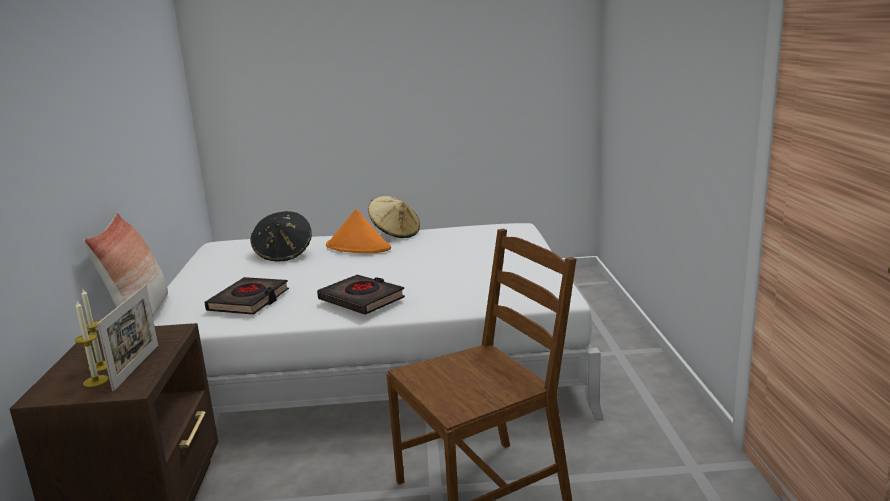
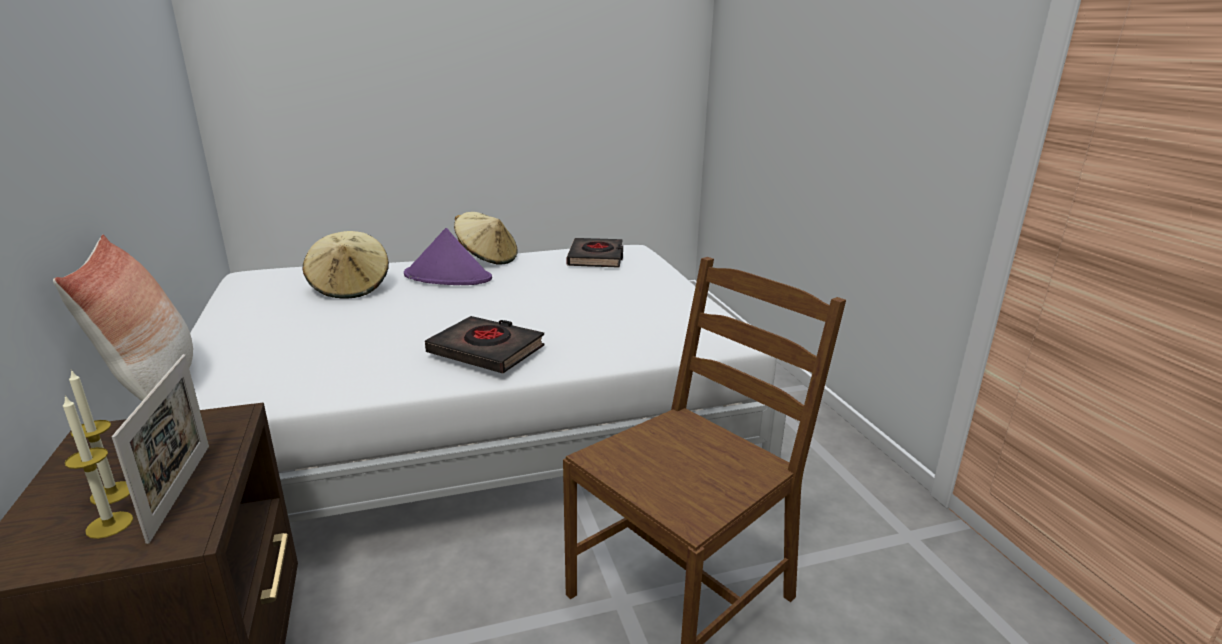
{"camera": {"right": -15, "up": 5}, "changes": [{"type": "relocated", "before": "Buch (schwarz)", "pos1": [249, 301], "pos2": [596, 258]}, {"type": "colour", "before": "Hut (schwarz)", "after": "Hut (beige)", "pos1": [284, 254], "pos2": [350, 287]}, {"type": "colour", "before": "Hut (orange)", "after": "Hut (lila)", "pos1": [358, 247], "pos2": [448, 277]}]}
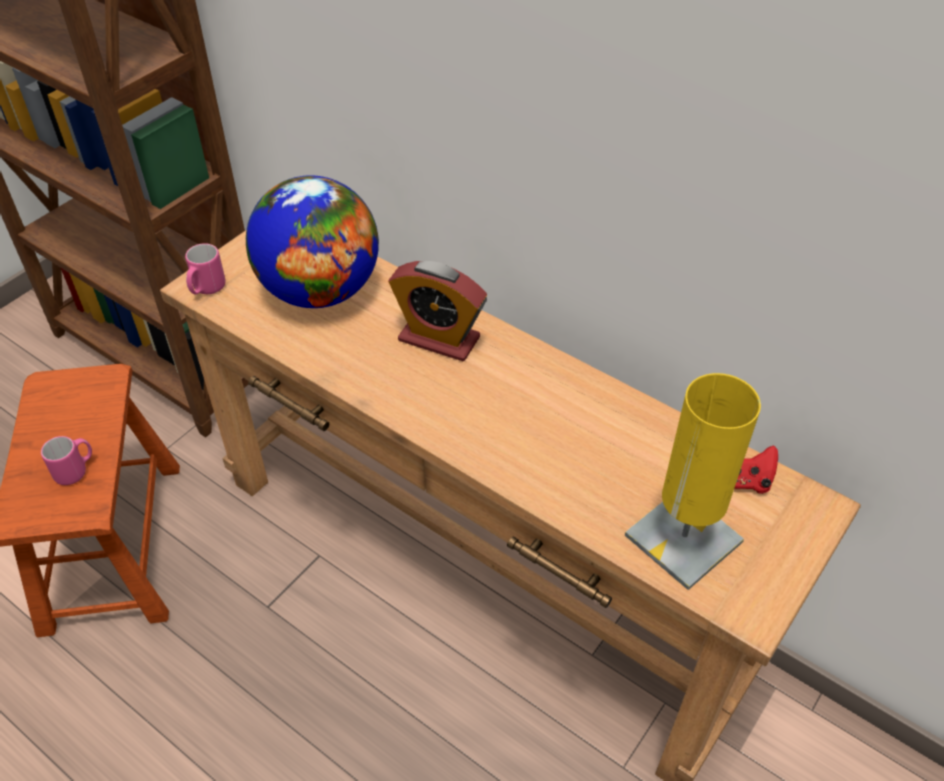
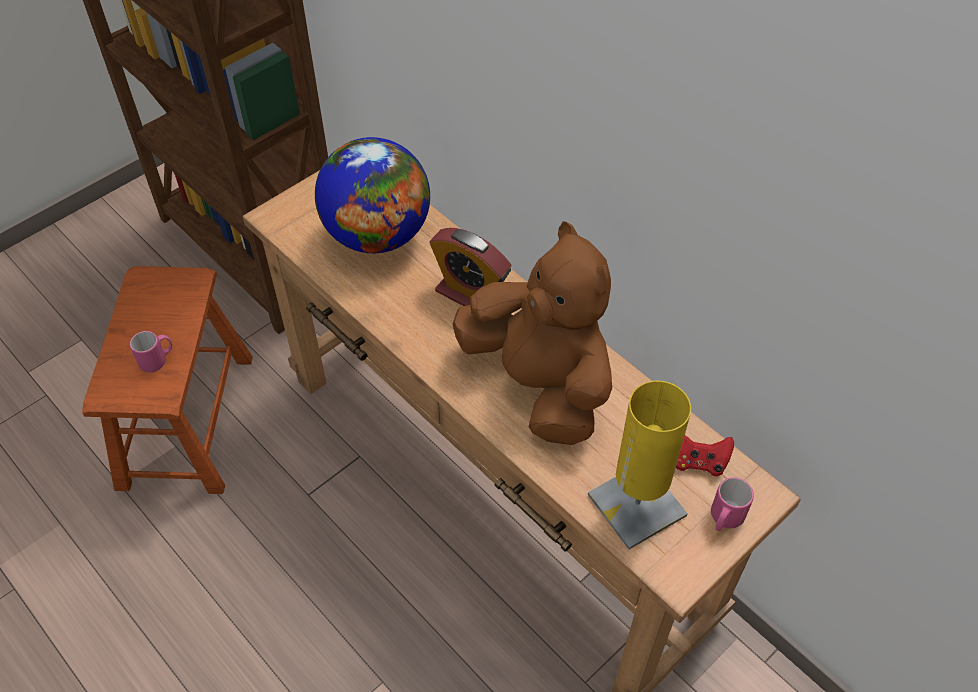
{"camera": {"right": 10, "up": 5}, "changes": [{"type": "appeared", "after": "Plüschtier (braun)", "pos2": [540, 384]}, {"type": "relocated", "before": "Henkelbecher (rosa)", "pos1": [206, 289], "pos2": [724, 519]}]}
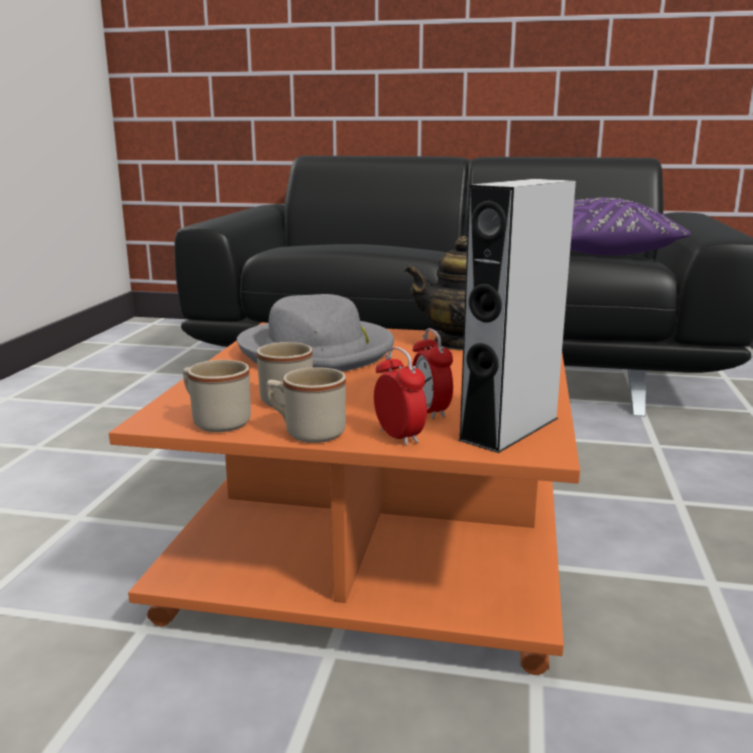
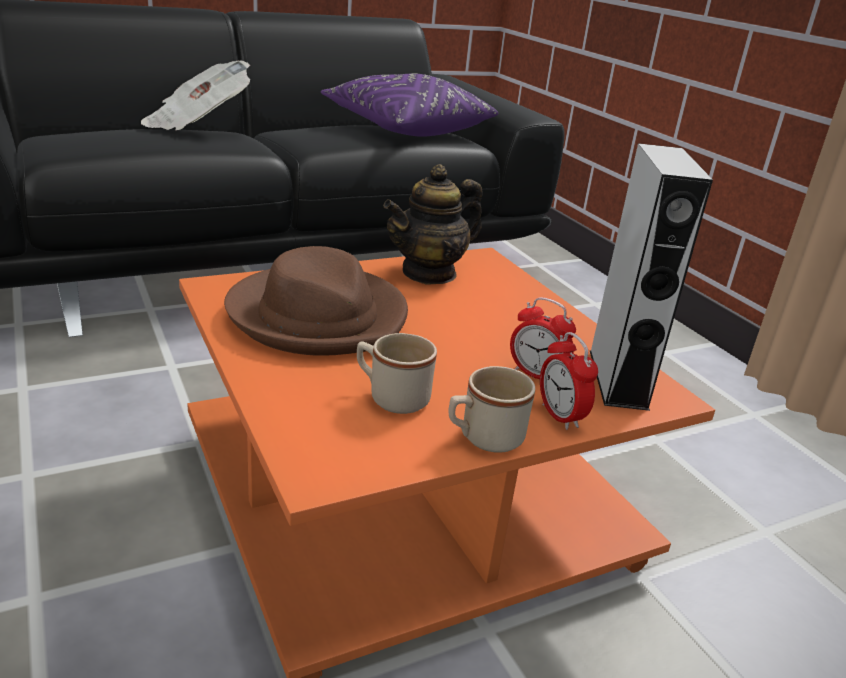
{"camera": {"right": -40, "up": 10}, "changes": [{"type": "missing", "before": "Henkelbecher (beige)", "pos1": [215, 421]}, {"type": "appeared", "after": "Zeitung", "pos2": [197, 125]}, {"type": "colour", "before": "Hut (grau)", "after": "Hut (braun)", "pos1": [318, 352], "pos2": [319, 316]}, {"type": "spun", "before": "Wecker", "pos1": [399, 436], "pos2": [560, 416], "turn": -135}]}
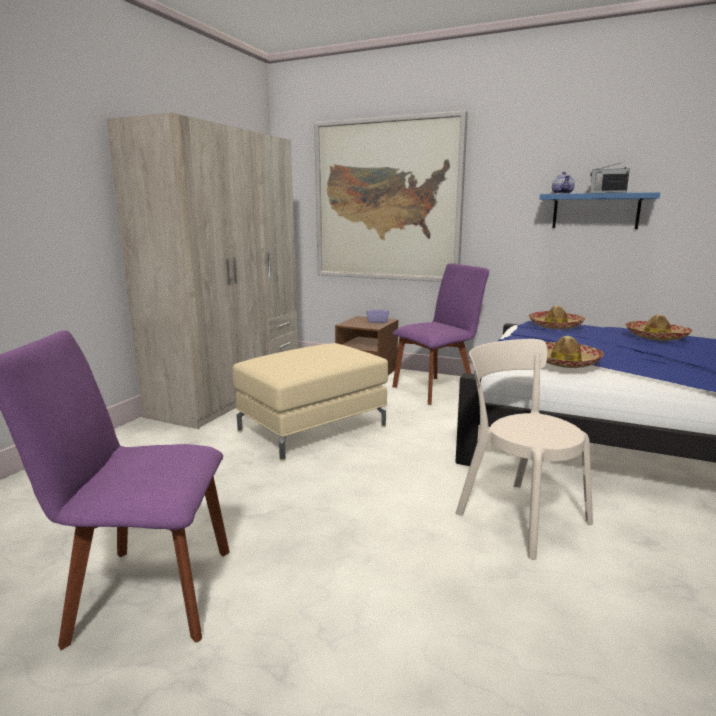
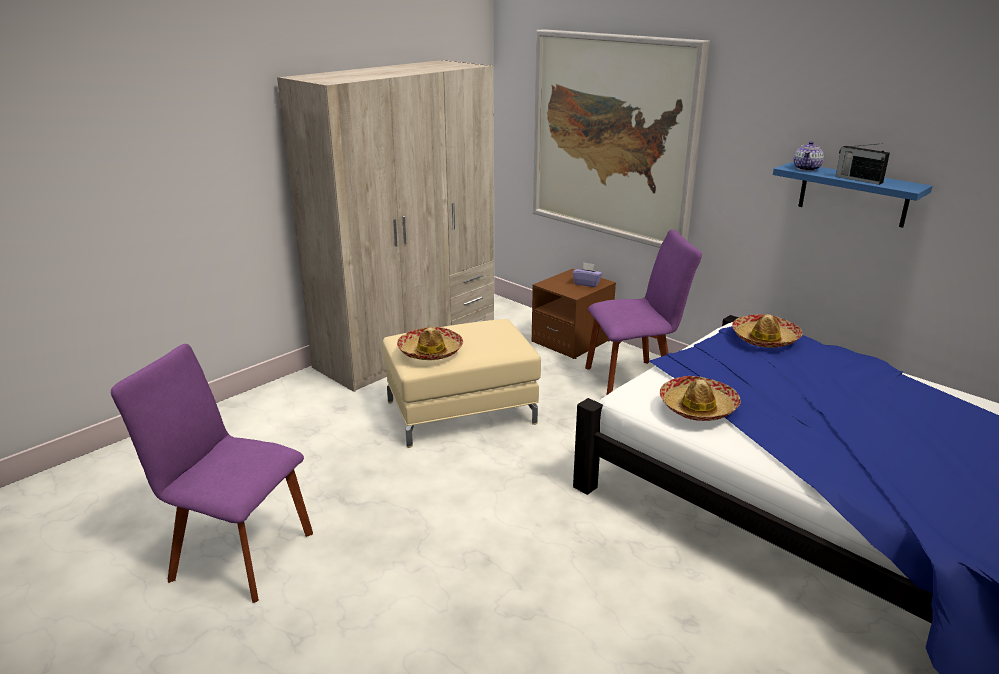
{"camera": {"right": 20, "up": 10}, "changes": [{"type": "missing", "before": "Stuhl (beige)", "pos1": [517, 515]}, {"type": "relocated", "before": "Hut", "pos1": [656, 337], "pos2": [430, 351]}]}
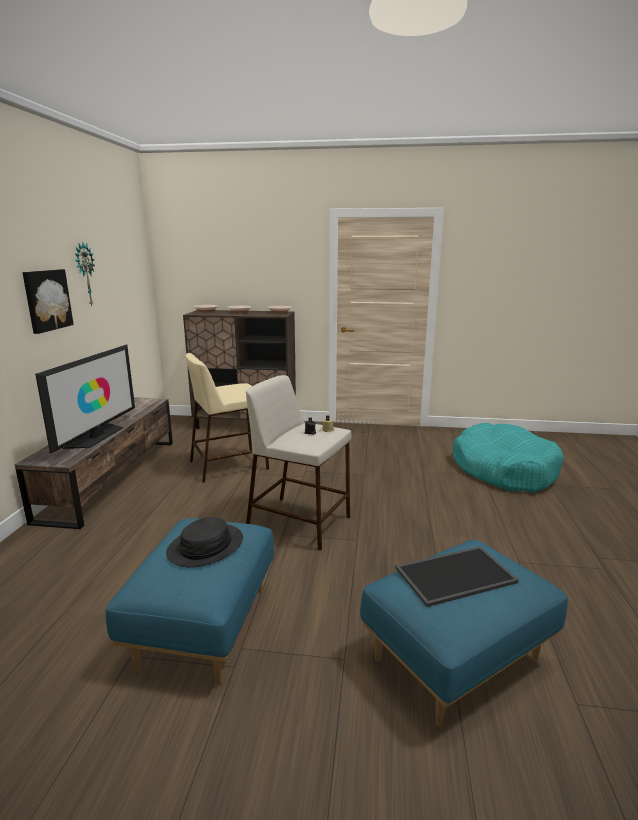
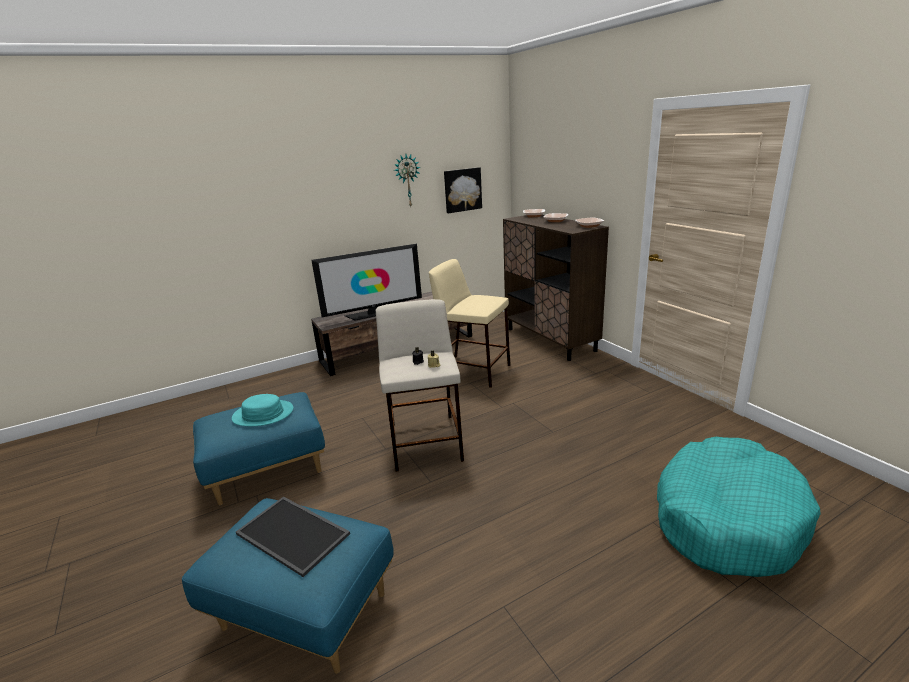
{"camera": {"right": 55, "up": 5}, "changes": [{"type": "relocated", "before": "Bild", "pos1": [46, 300], "pos2": [462, 190]}, {"type": "colour", "before": "Hut (schwarz)", "after": "Hut (türkis)", "pos1": [206, 546], "pos2": [263, 414]}]}
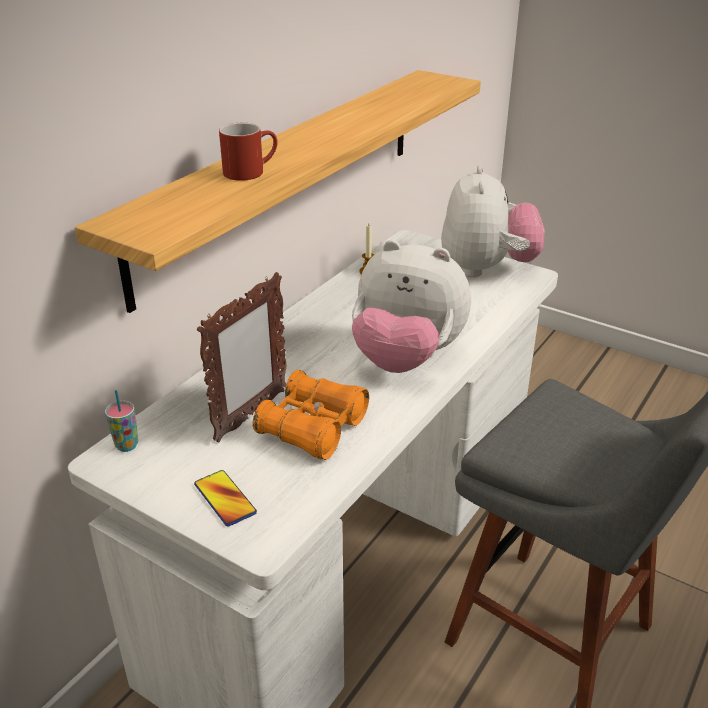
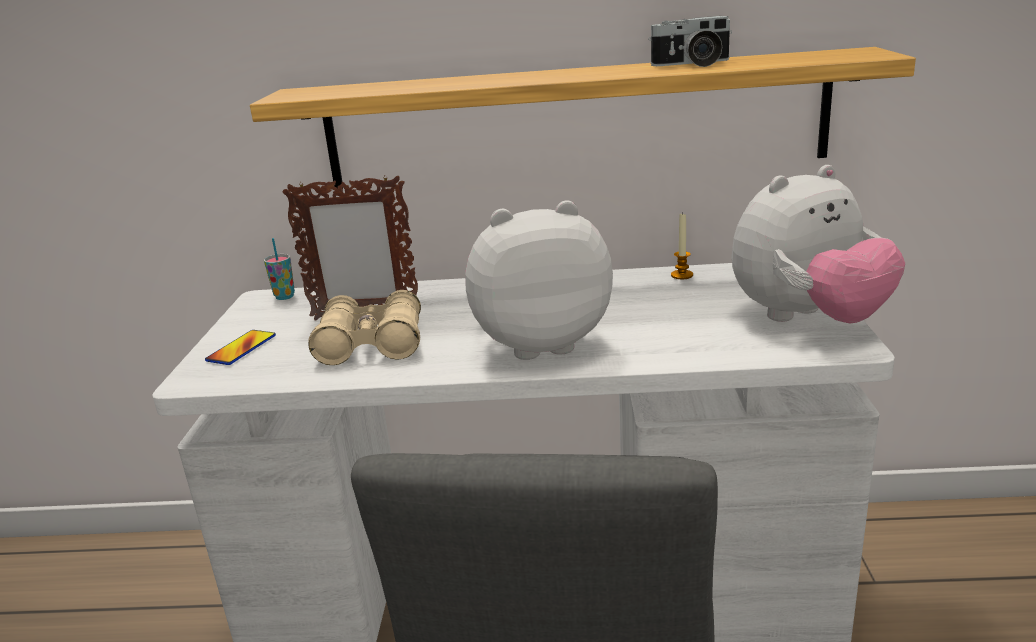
{"camera": {"right": 60, "up": -10}, "changes": [{"type": "missing", "before": "Henkelbecher (rot)", "pos1": [250, 171]}, {"type": "appeared", "after": "Kamera", "pos2": [692, 64]}, {"type": "colour", "before": "Fernglas (orange)", "after": "Fernglas (beige)", "pos1": [313, 427], "pos2": [371, 344]}, {"type": "spun", "before": "Plüschtier", "pos1": [406, 359], "pos2": [539, 343], "turn": 90}]}
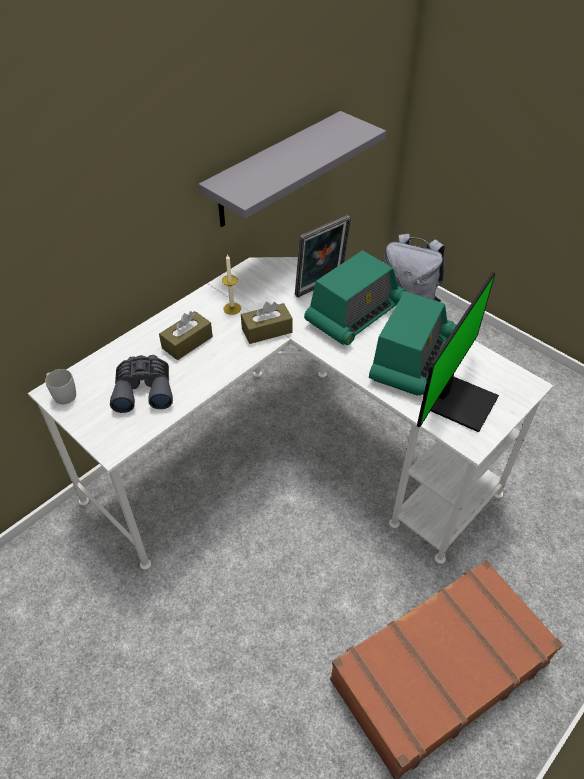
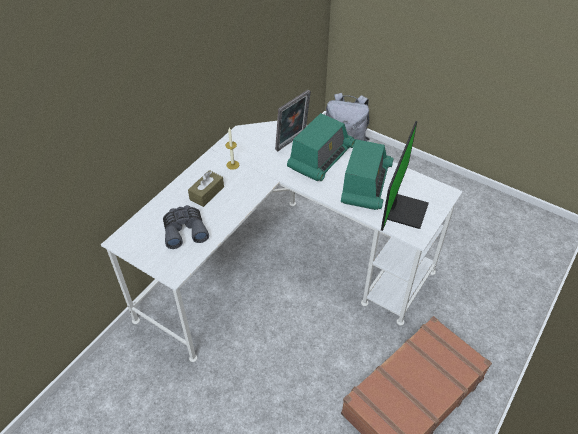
{"camera": {"right": -10, "up": 0}, "changes": [{"type": "missing", "before": "Henkelbecher (weiß)", "pos1": [62, 394]}, {"type": "missing", "before": "Wandregal (grau)", "pos1": [274, 170]}, {"type": "missing", "before": "Taschentuchbox (braun)", "pos1": [267, 330]}]}
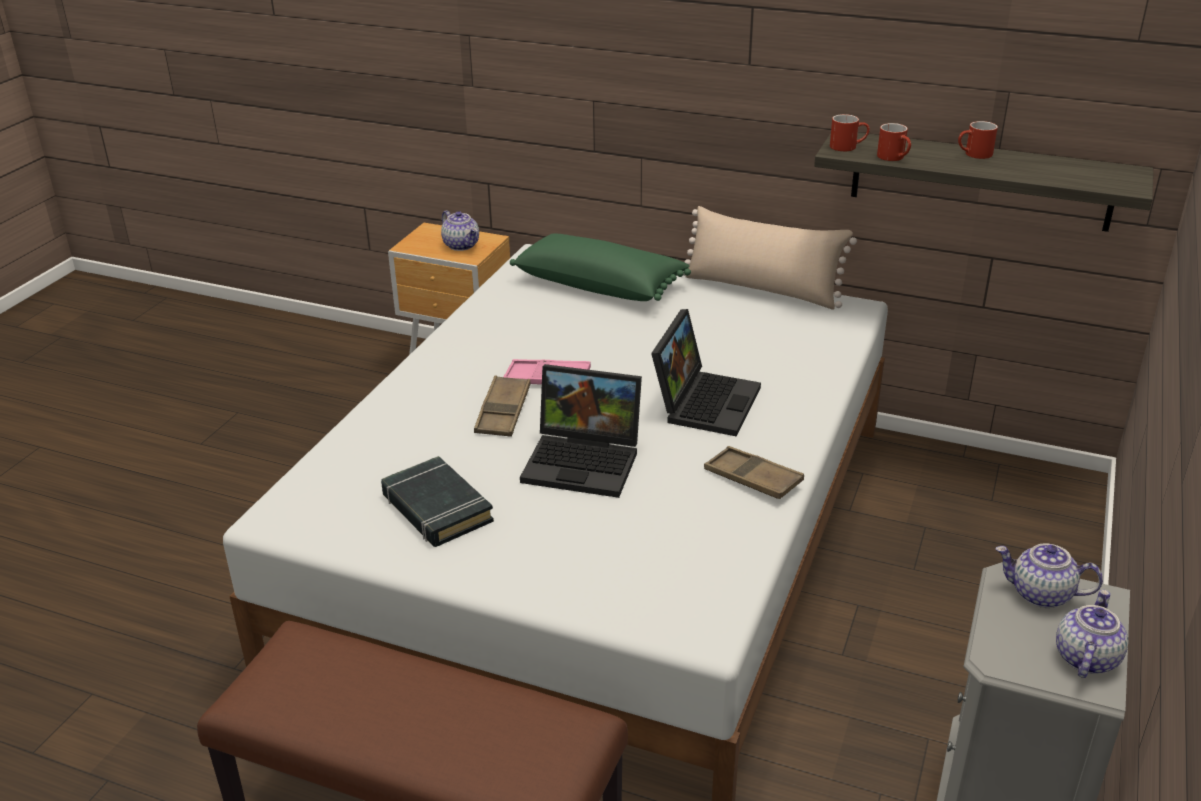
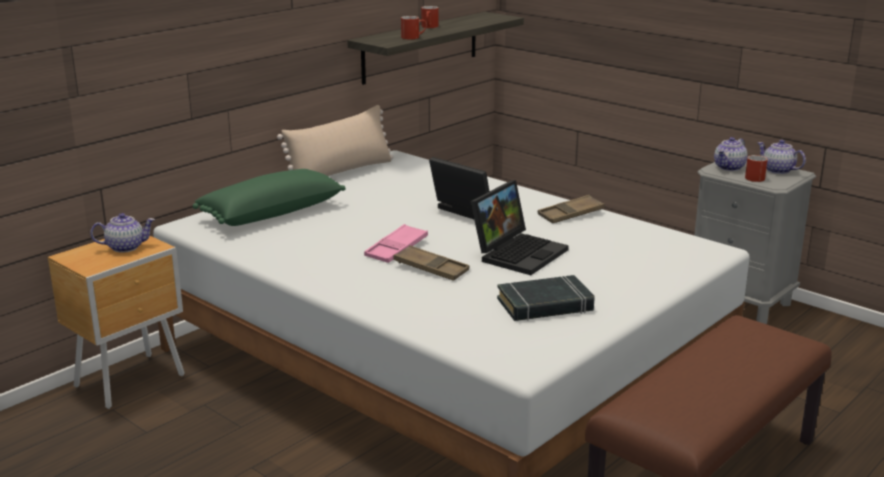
{"camera": {"right": -70, "up": -10}, "changes": [{"type": "relocated", "before": "Henkelbecher (rot)", "pos1": [848, 146], "pos2": [754, 177]}]}
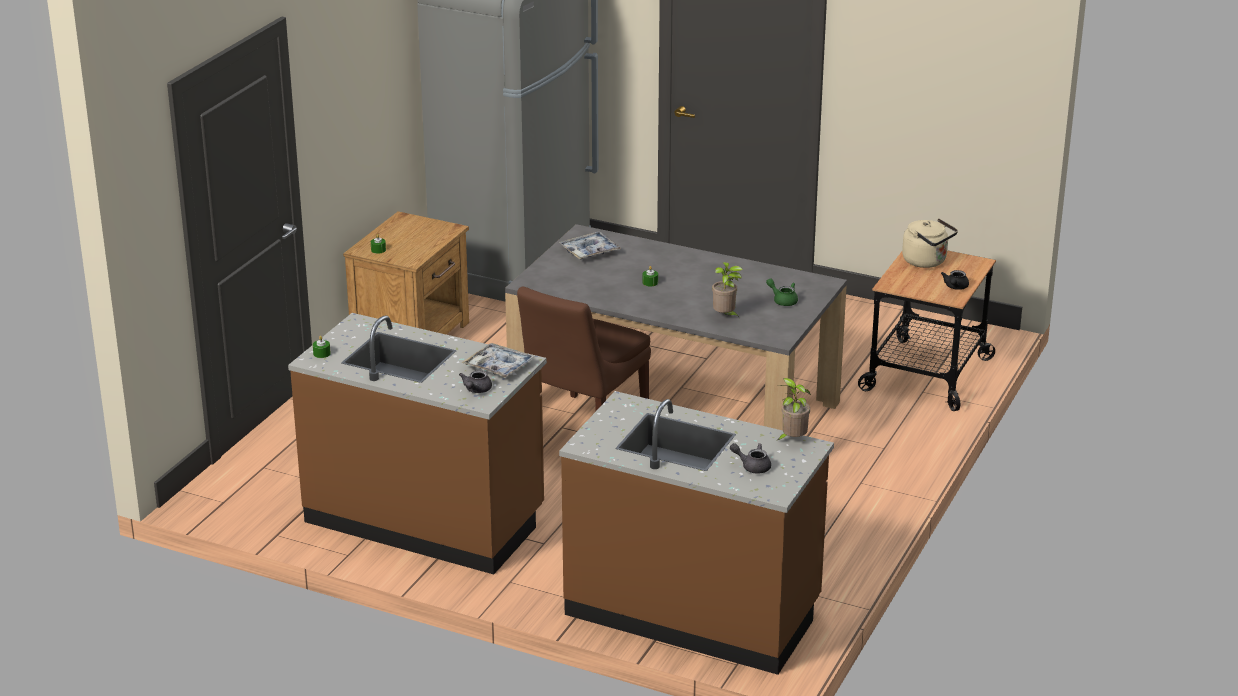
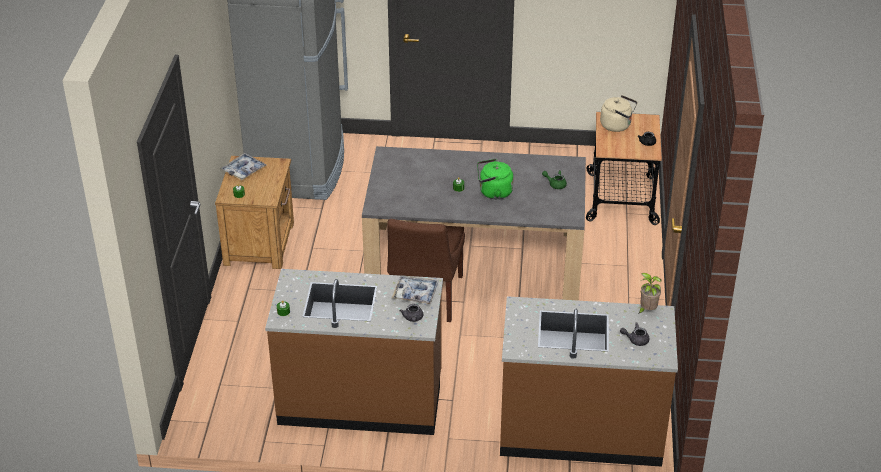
{"camera": {"right": -20, "up": 10}, "changes": [{"type": "missing", "before": "Topfpflanze", "pos1": [725, 316]}, {"type": "appeared", "after": "Wasserkessel (grün)", "pos2": [493, 192]}, {"type": "relocated", "before": "Tablett", "pos1": [589, 251], "pos2": [244, 170]}]}
